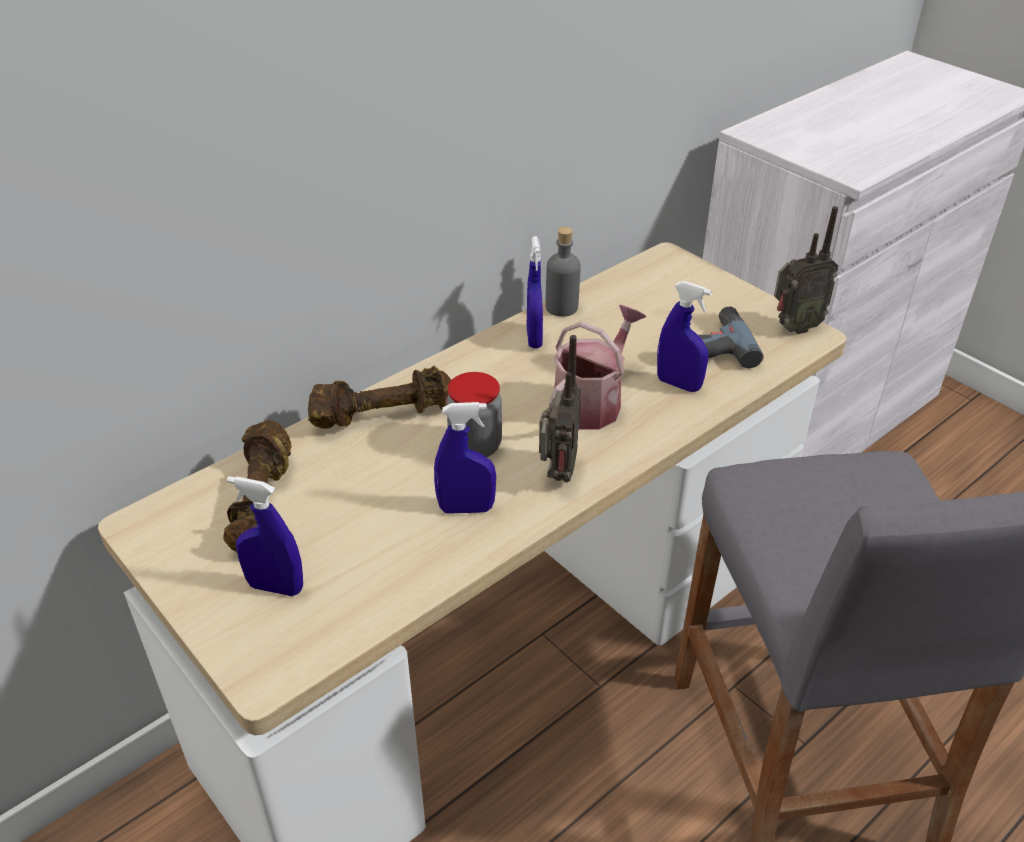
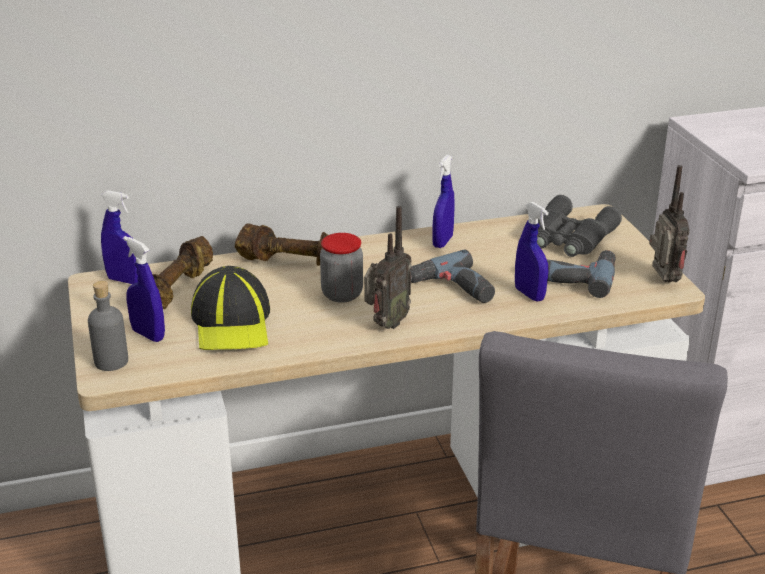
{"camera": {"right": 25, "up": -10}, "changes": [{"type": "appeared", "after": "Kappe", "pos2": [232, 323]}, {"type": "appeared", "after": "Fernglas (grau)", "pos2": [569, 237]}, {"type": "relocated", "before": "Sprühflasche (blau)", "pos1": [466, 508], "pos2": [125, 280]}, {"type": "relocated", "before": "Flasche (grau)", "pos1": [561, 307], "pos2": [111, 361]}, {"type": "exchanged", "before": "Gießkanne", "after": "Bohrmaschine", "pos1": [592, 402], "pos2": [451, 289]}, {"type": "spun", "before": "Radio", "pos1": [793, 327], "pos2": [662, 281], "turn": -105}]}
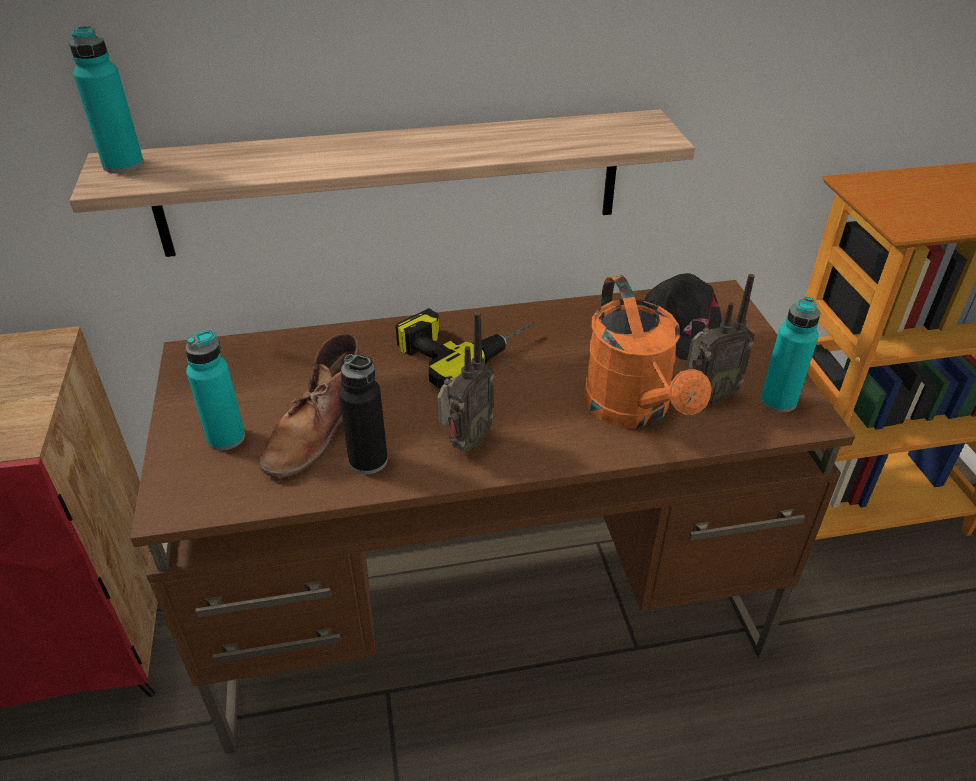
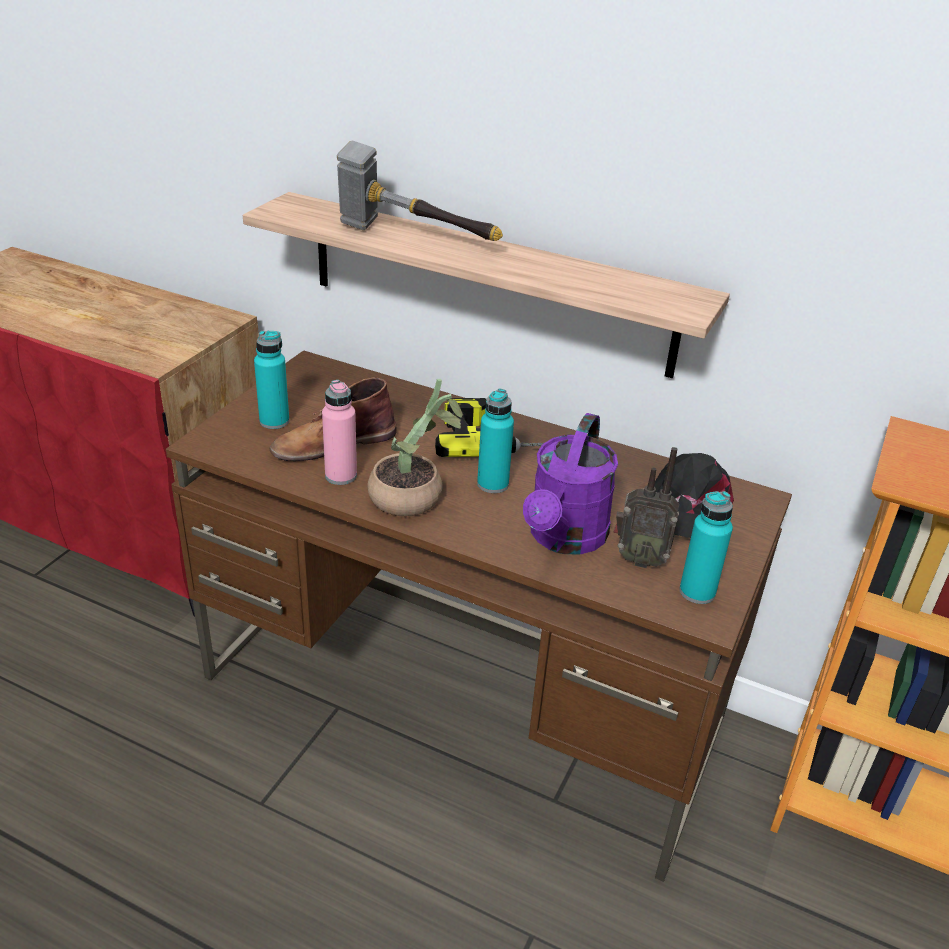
{"camera": {"right": 35, "up": -5}, "changes": [{"type": "appeared", "after": "Hammer", "pos2": [412, 240]}, {"type": "relocated", "before": "Flasche (türkis)", "pos1": [123, 165], "pos2": [492, 484]}, {"type": "exchanged", "before": "Radio", "after": "Topfpflanze", "pos1": [464, 443], "pos2": [415, 497]}, {"type": "colour", "before": "Flasche (schwarz)", "after": "Flasche (rosa)", "pos1": [368, 461], "pos2": [341, 476]}, {"type": "colour", "before": "Gießkanne (orange)", "after": "Gießkanne (lila)", "pos1": [633, 411], "pos2": [564, 539]}]}
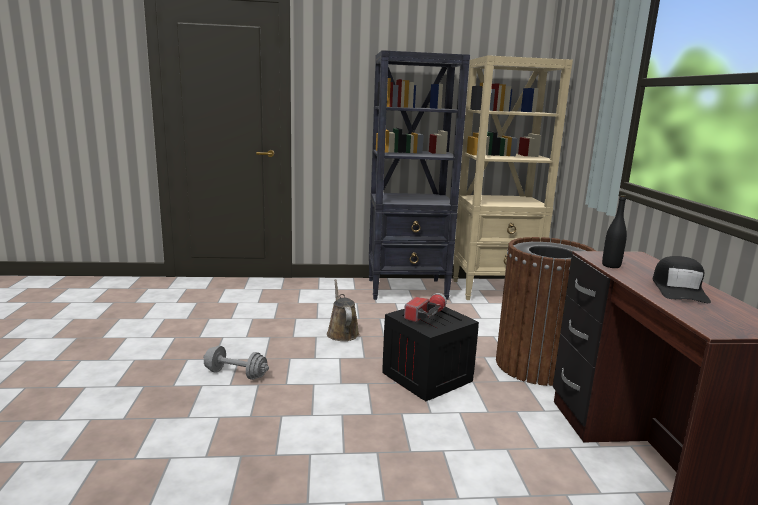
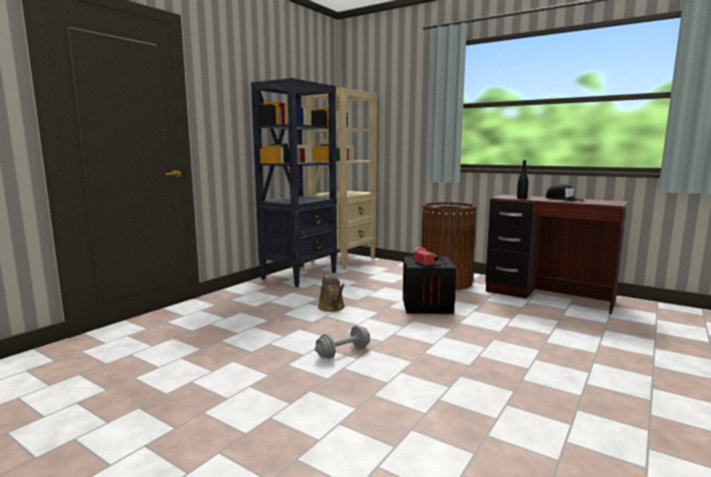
{"camera": {"right": -50, "up": -5}, "changes": [{"type": "spun", "before": "Gießkanne (braun)", "pos1": [342, 332], "pos2": [332, 308], "turn": -135}]}
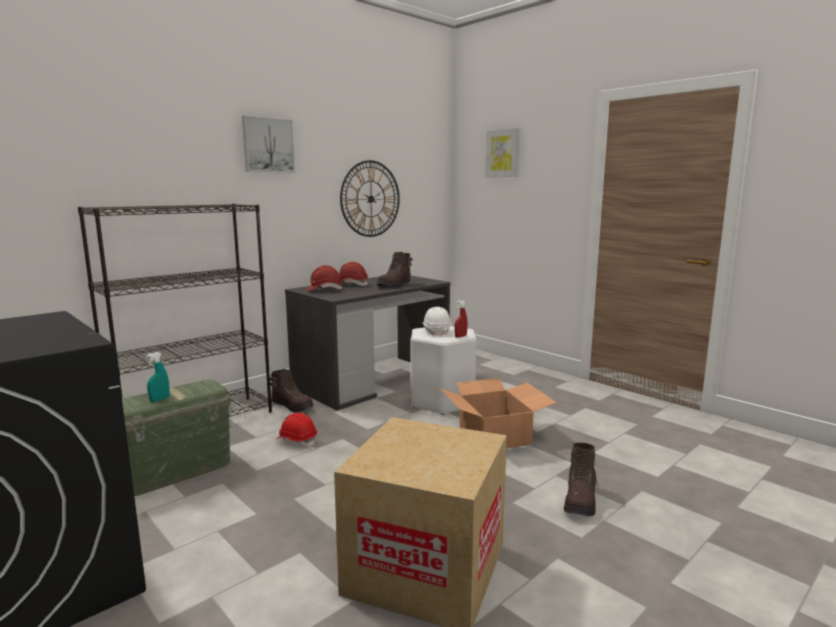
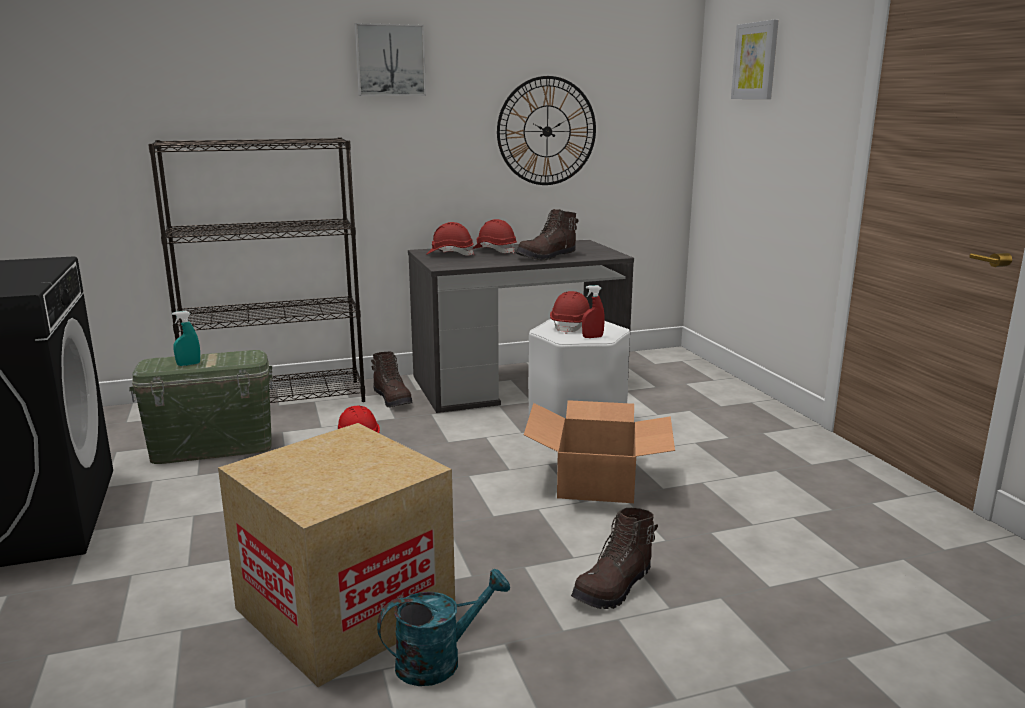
{"camera": {"right": 25, "up": 5}, "changes": [{"type": "appeared", "after": "Gießkanne (türkis)", "pos2": [439, 660]}, {"type": "colour", "before": "Schutzhelm (weiß)", "after": "Schutzhelm (rot)", "pos1": [437, 331], "pos2": [572, 326]}]}
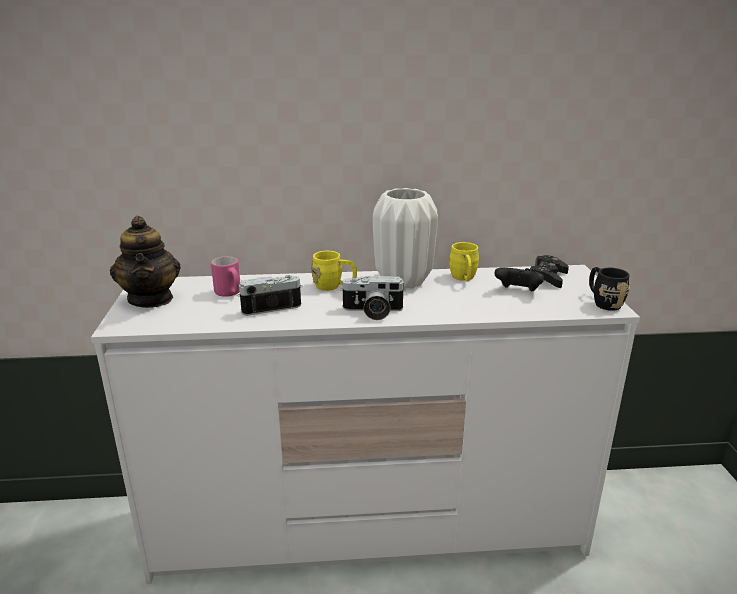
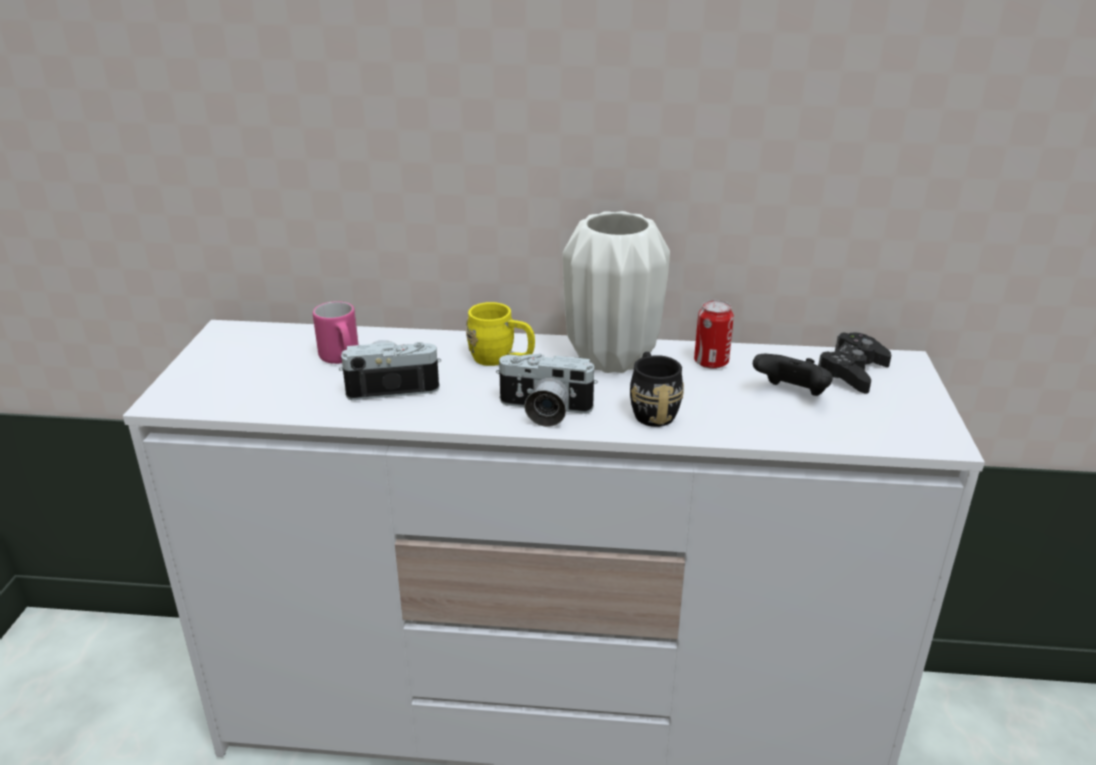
{"camera": {"right": 10, "up": 5}, "changes": [{"type": "missing", "before": "Teekanne", "pos1": [151, 299]}, {"type": "relocated", "before": "Henkelbecher (schwarz)", "pos1": [603, 302], "pos2": [651, 410]}, {"type": "exchanged", "before": "Henkelbecher (gelb)", "after": "Dose", "pos1": [464, 279], "pos2": [711, 362]}]}
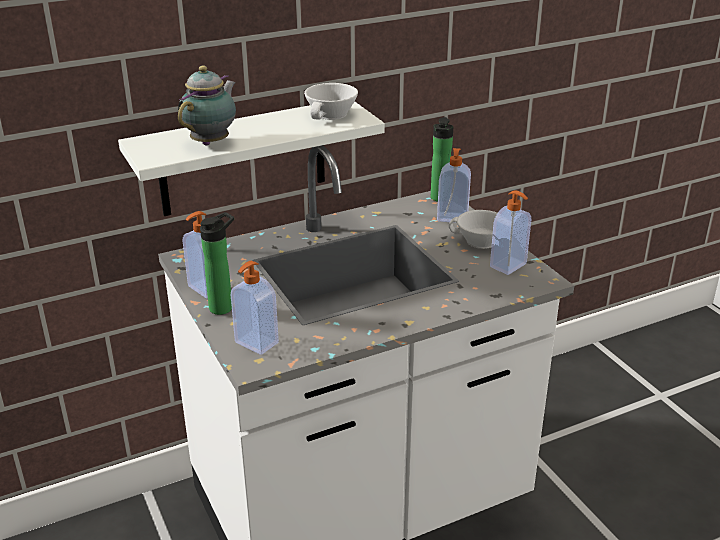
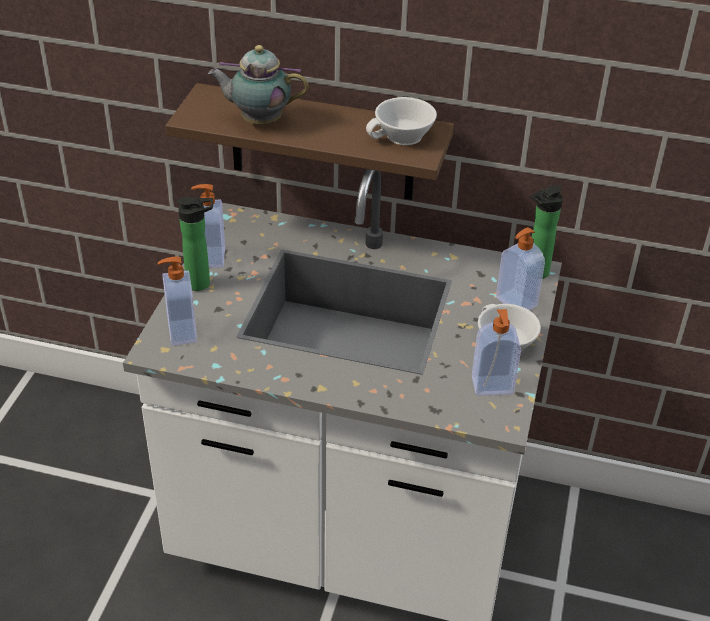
{"camera": {"right": 40, "up": 10}, "changes": [{"type": "colour", "before": "Wandregal (weiß)", "after": "Wandregal (braun)", "pos1": [243, 158], "pos2": [322, 143]}, {"type": "spun", "before": "Teekanne", "pos1": [212, 142], "pos2": [258, 121], "turn": -150}]}
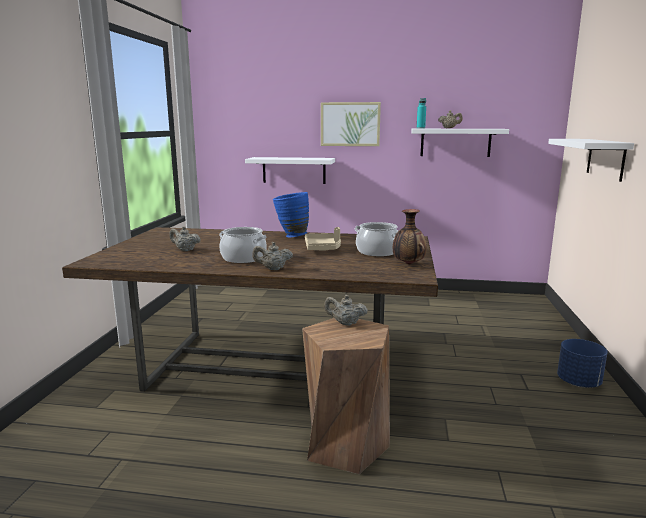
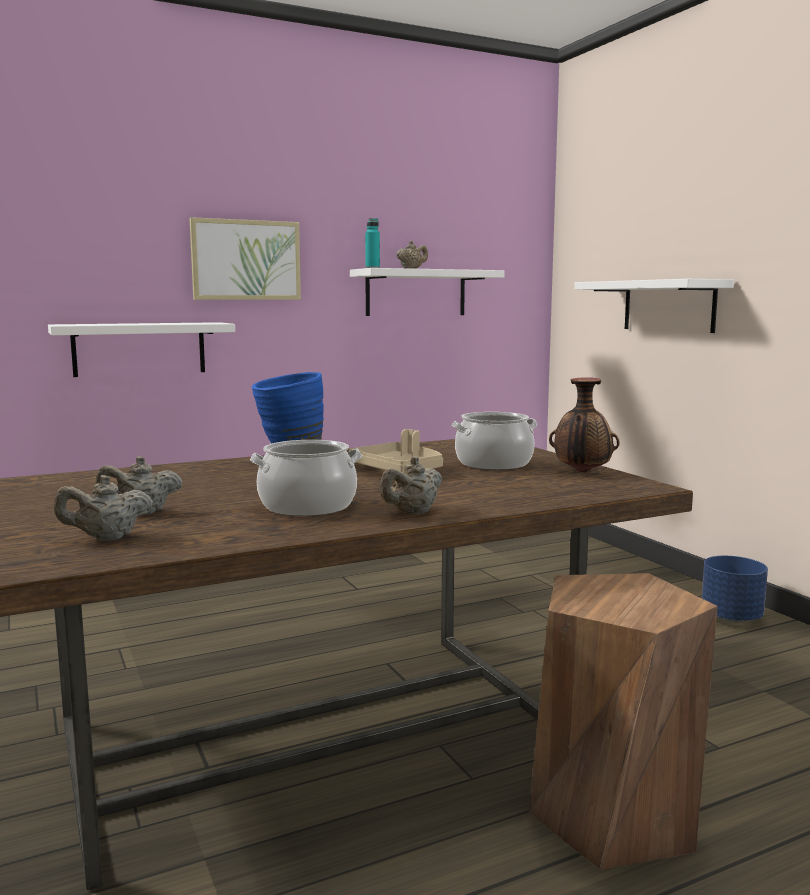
{"camera": {"right": -35, "up": -5}, "changes": [{"type": "relocated", "before": "Teekanne (beige)", "pos1": [345, 323], "pos2": [106, 538]}]}
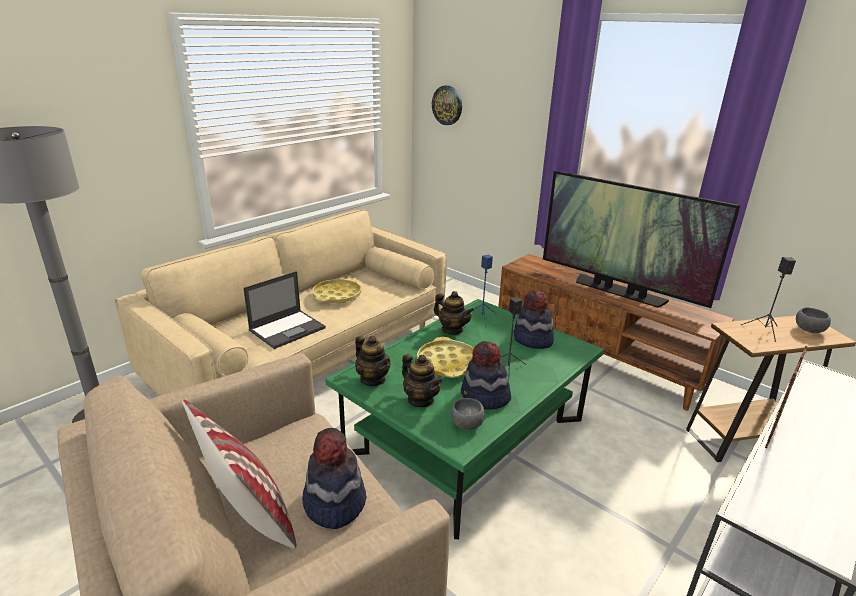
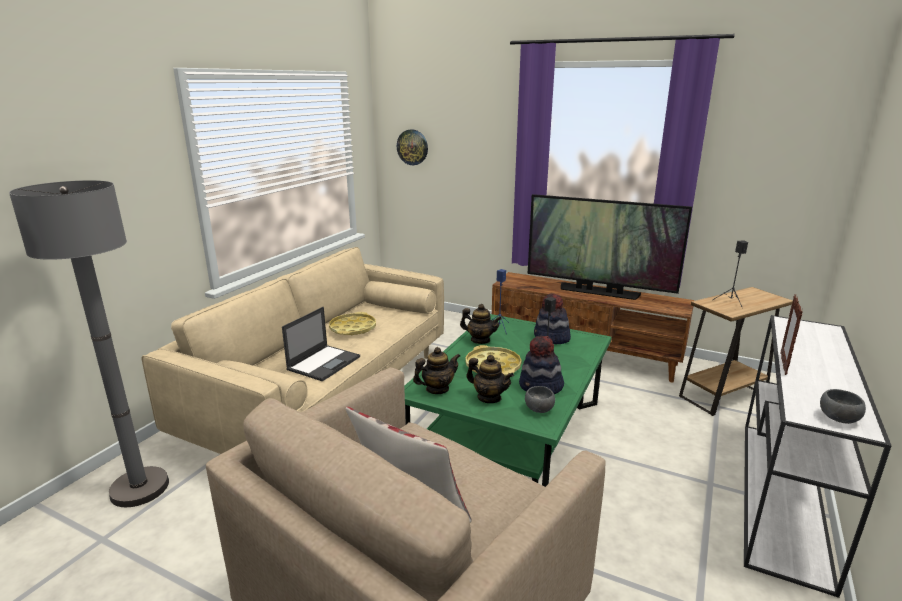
{"camera": {"right": -15, "up": -5}, "changes": [{"type": "missing", "before": "Hut", "pos1": [334, 503]}, {"type": "relocated", "before": "Schüssel (grau)", "pos1": [808, 329], "pos2": [837, 418]}, {"type": "spun", "before": "Teekanne", "pos1": [373, 379], "pos2": [437, 389], "turn": -60}]}
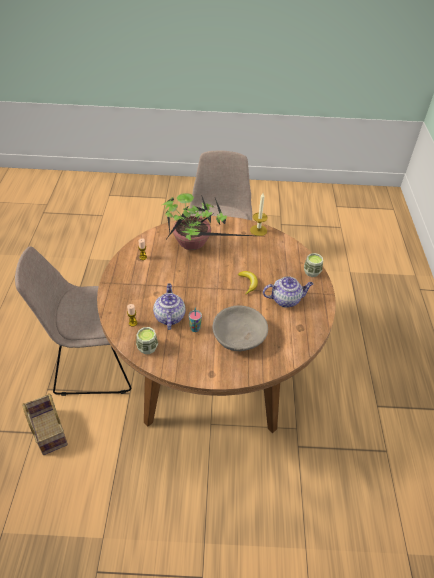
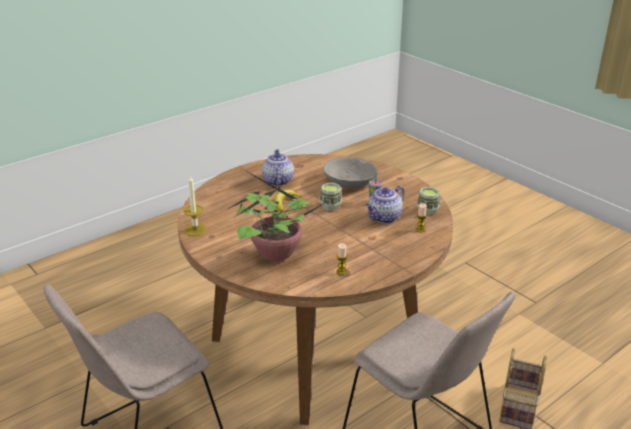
{"camera": {"right": -130, "up": -15}, "changes": [{"type": "relocated", "before": "Tasse", "pos1": [312, 272], "pos2": [330, 206]}, {"type": "spun", "before": "Teekanne", "pos1": [286, 299], "pos2": [277, 180], "turn": 45}]}
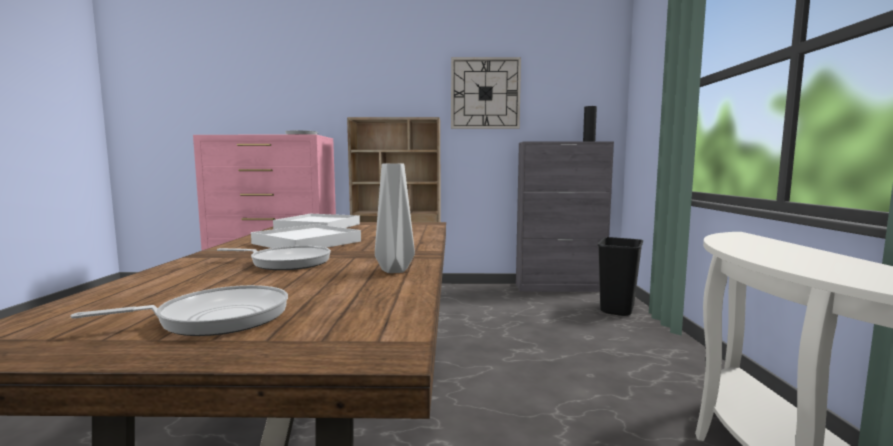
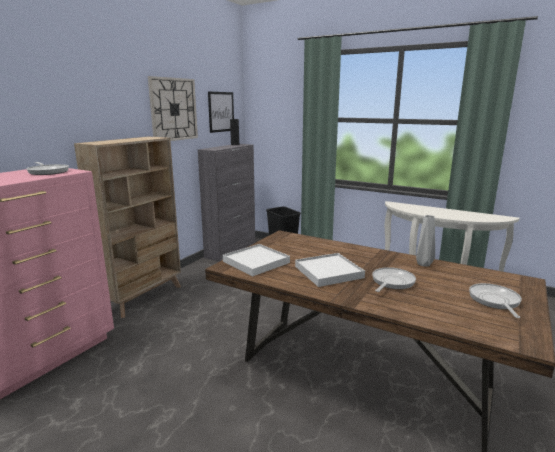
{"camera": {"right": -60, "up": 10}, "changes": [{"type": "appeared", "after": "Bild", "pos2": [221, 112]}]}
